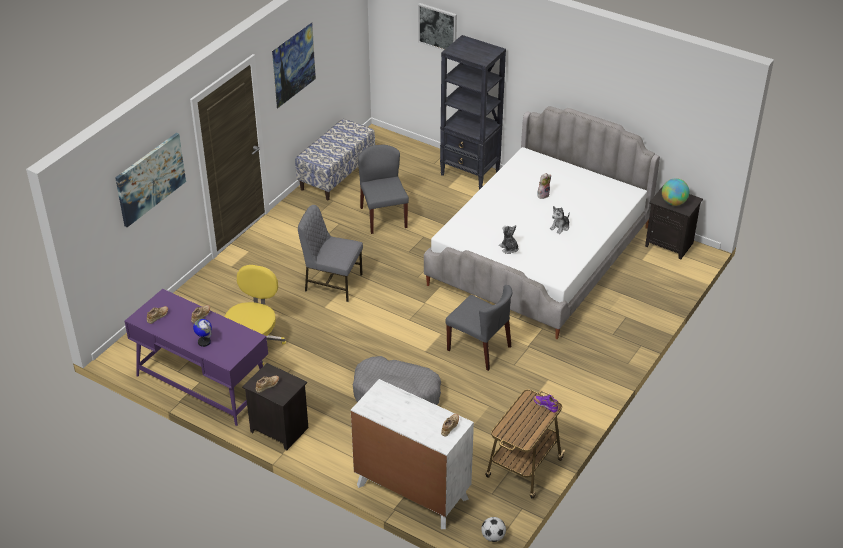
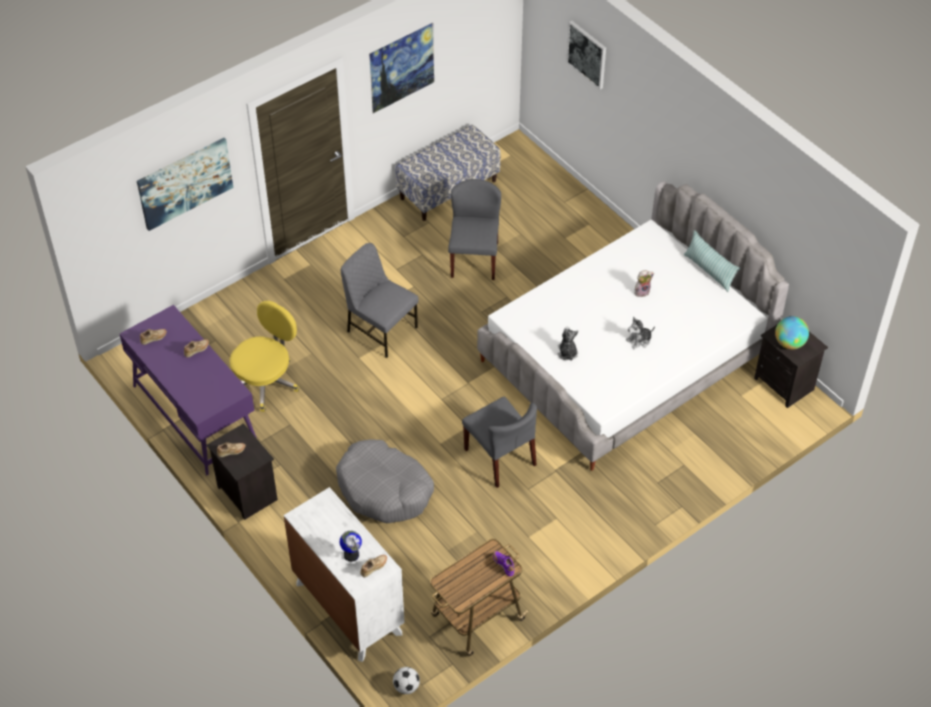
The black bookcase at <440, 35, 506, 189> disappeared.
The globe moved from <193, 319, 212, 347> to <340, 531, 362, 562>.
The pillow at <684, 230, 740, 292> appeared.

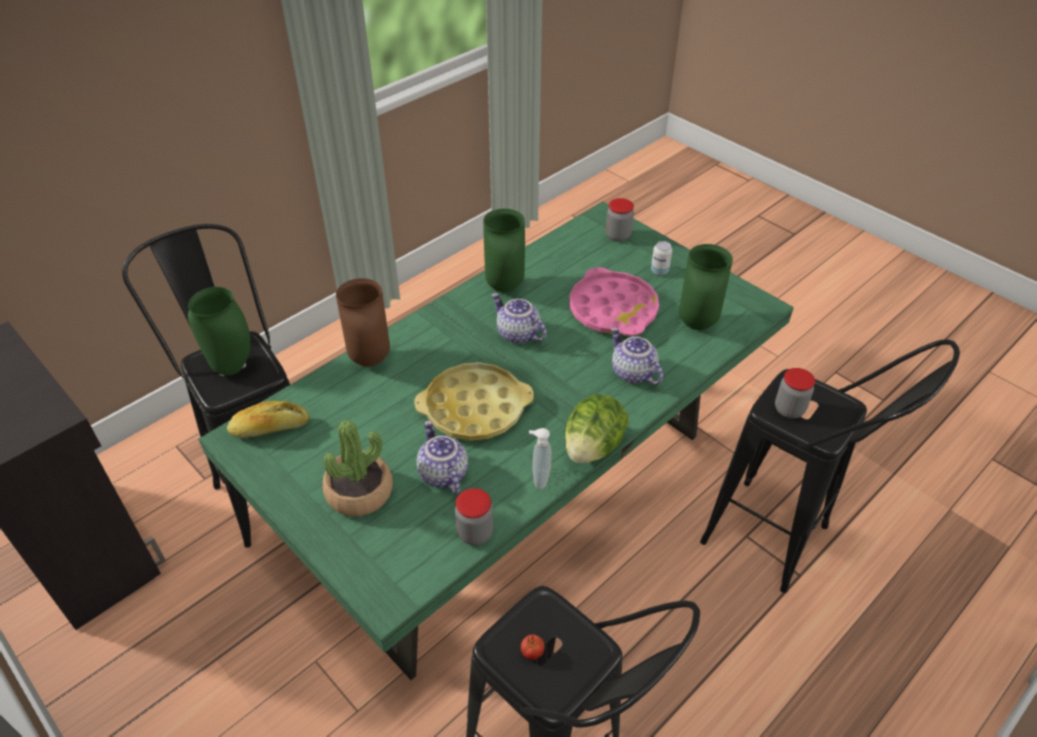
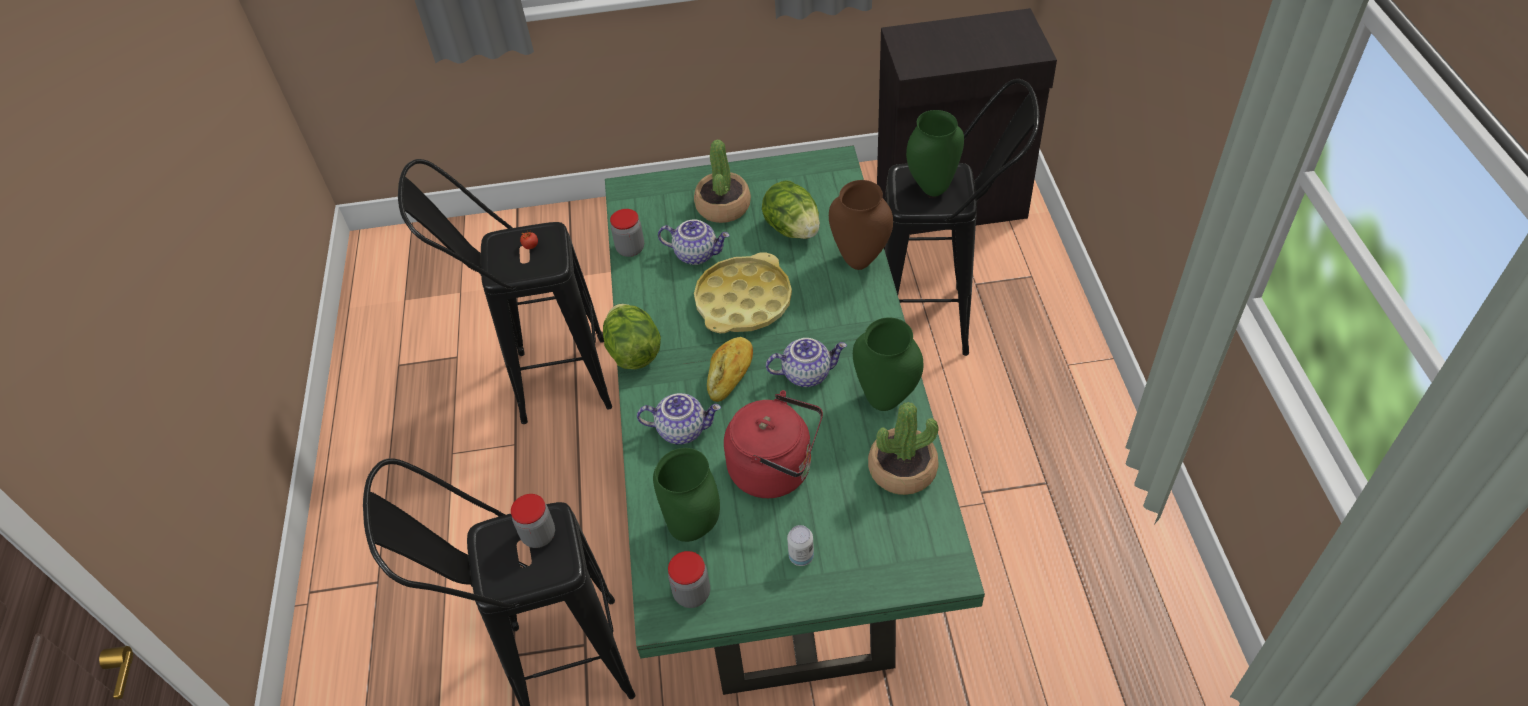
The jar moved from <606, 198, 634, 242> to <668, 551, 710, 608>.
The pink tray at <569, 267, 659, 336> was replaced by the red kettle at <724, 390, 823, 498>.
The bread moved from <227, 401, 309, 438> to <707, 337, 753, 402>.
The soap dispenser at <529, 428, 551, 489> disappeared.
The lettuce at <762, 180, 820, 239> appeared.
The potted plant at <868, 402, 939, 495> appeared.

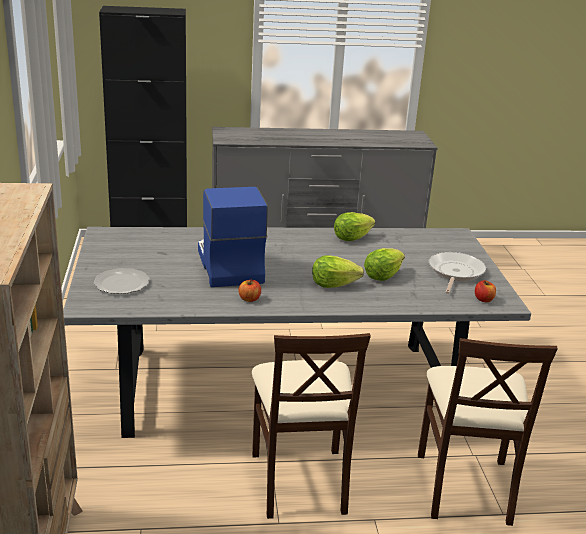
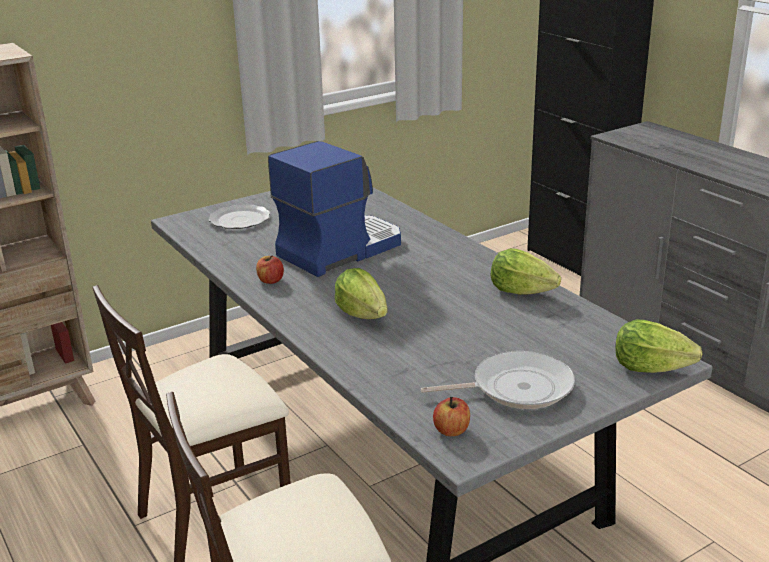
The lettuce moved from <364, 248, 405, 281> to <615, 319, 703, 373>.

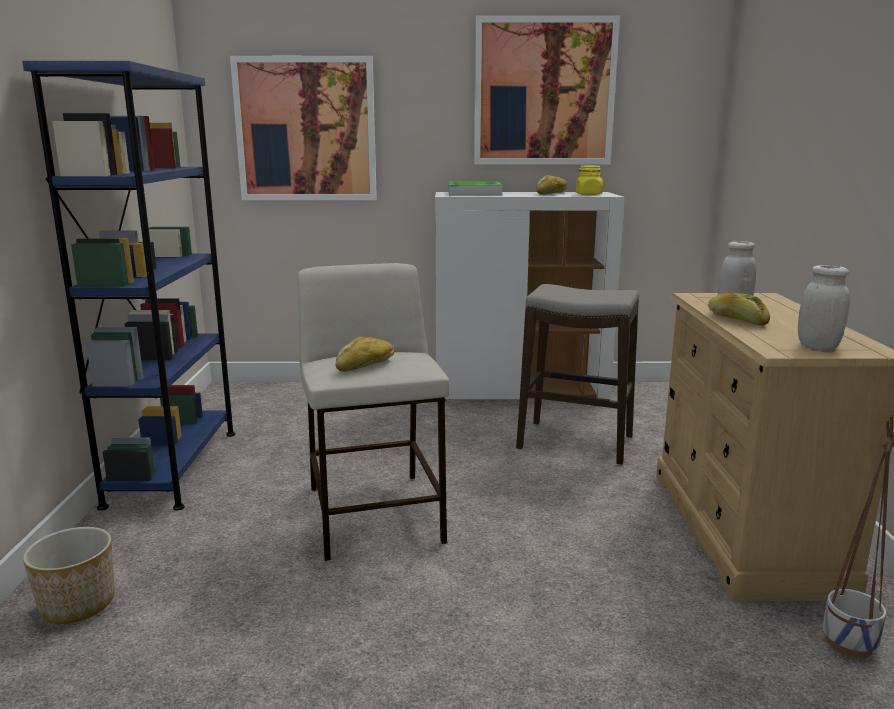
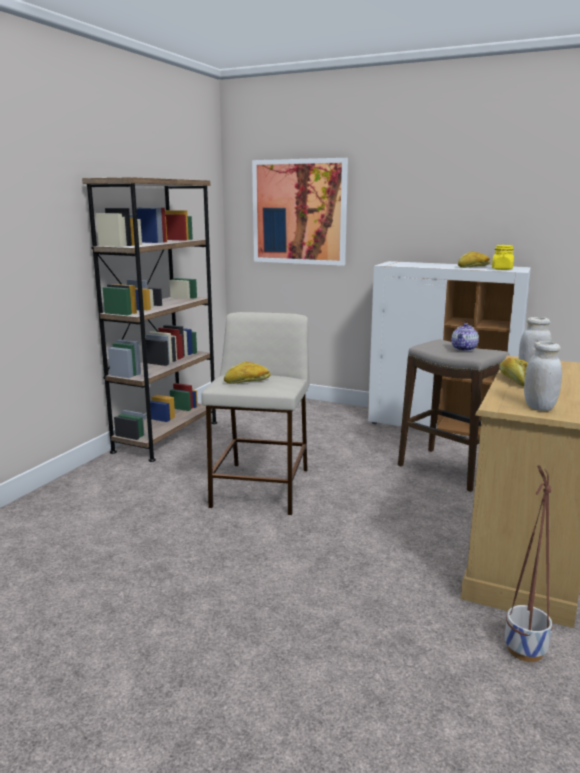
The picture at <474, 16, 620, 164> disappeared.
The blue bookcase at <22, 61, 235, 511> became the brown bookcase at <82, 177, 217, 462>.
The tray at <449, 182, 502, 196> disappeared.
The planter at <23, 527, 115, 624> disappeared.
The teapot at <451, 323, 479, 351> appeared.

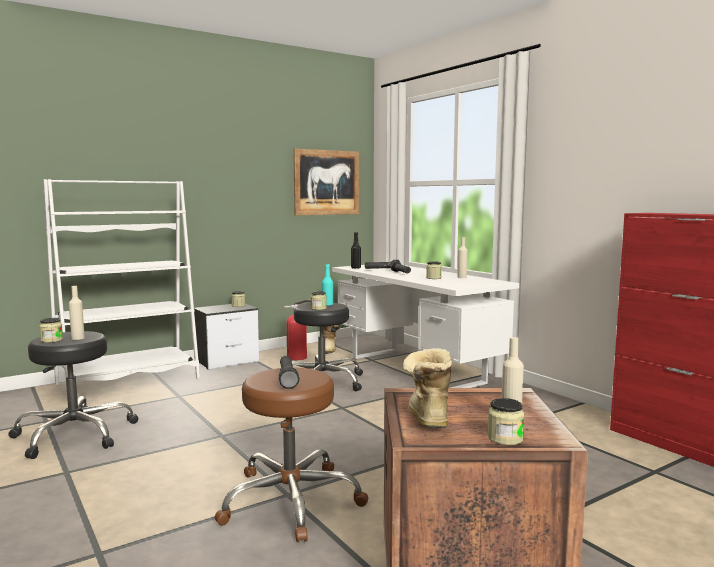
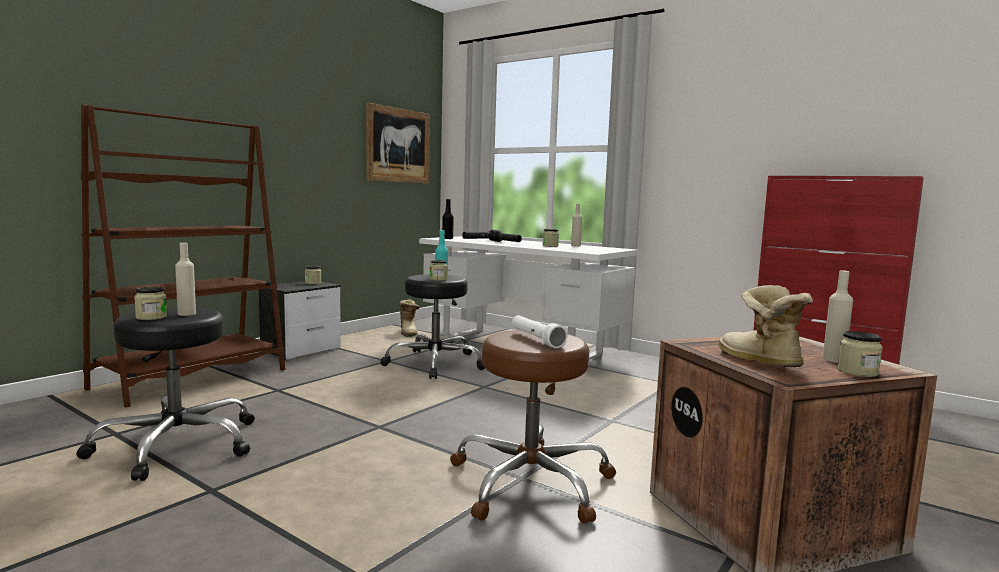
The white bookcase at <43, 179, 200, 387> became the brown bookcase at <81, 104, 285, 408>.
The fire extinguisher at <284, 300, 311, 360> disappeared.
The black flashlight at <279, 356, 300, 389> became the white flashlight at <512, 315, 567, 349>.

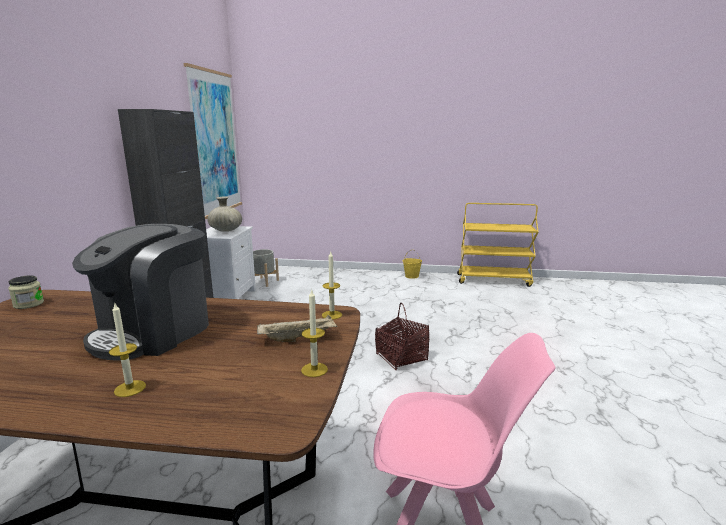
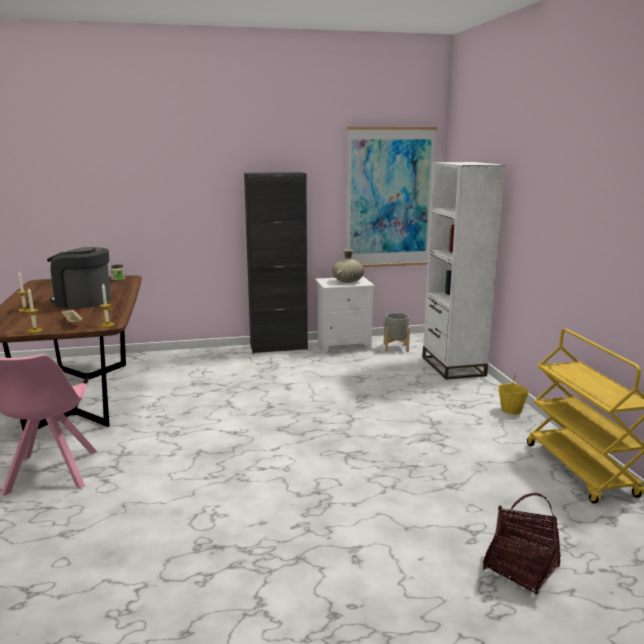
The basket moved from <375, 303, 429, 371> to <483, 493, 561, 595>.
The white bookcase at <422, 162, 505, 380> appeared.

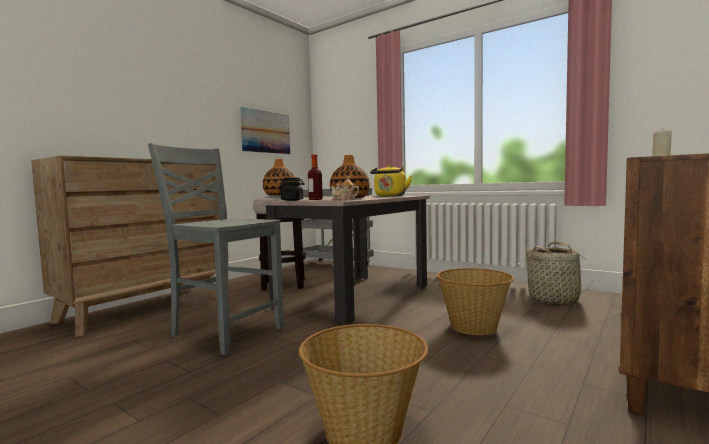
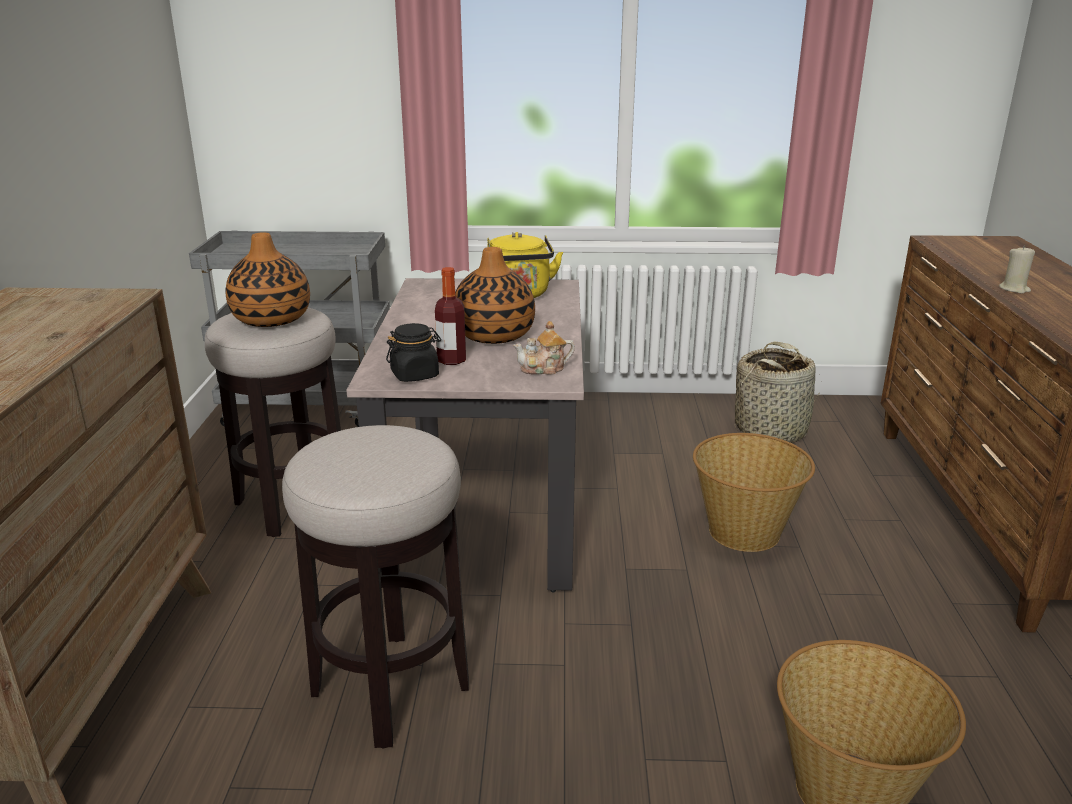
The picture at <240, 107, 290, 154> disappeared.
The grey chair at <148, 143, 284, 355> was replaced by the stool at <282, 425, 469, 748>.

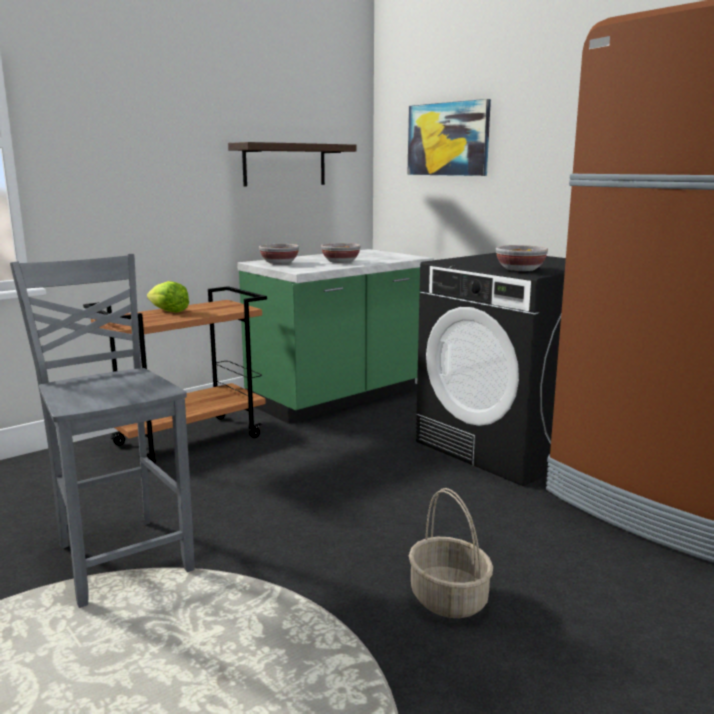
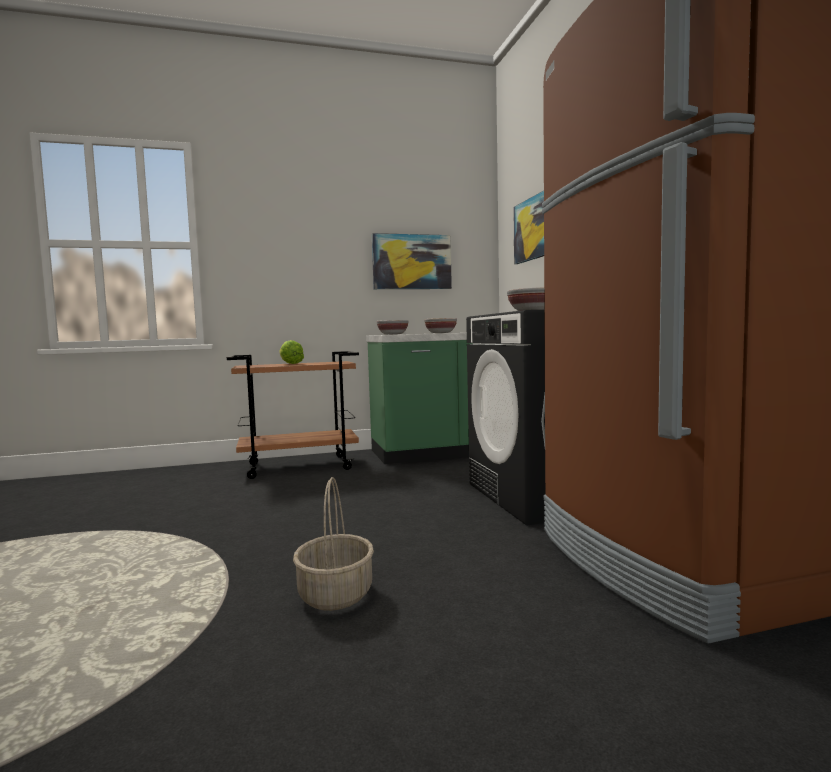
The shelf at <228, 142, 357, 187> was replaced by the picture at <372, 233, 452, 289>.
The grey chair at <10, 254, 195, 608> disappeared.

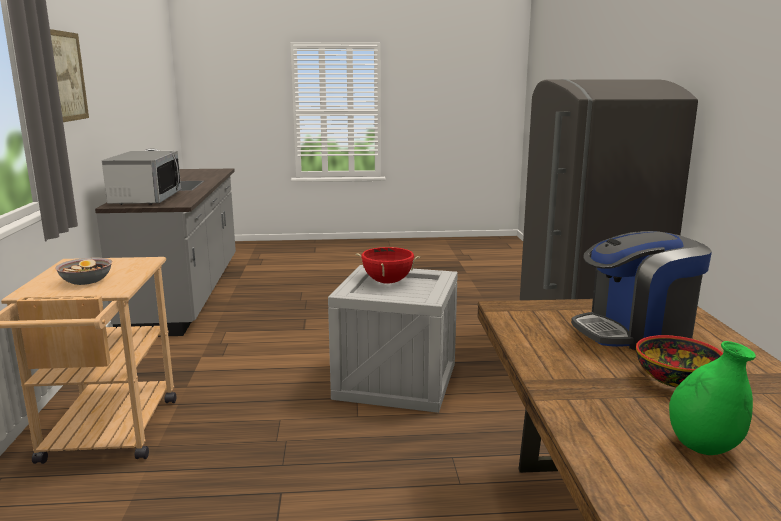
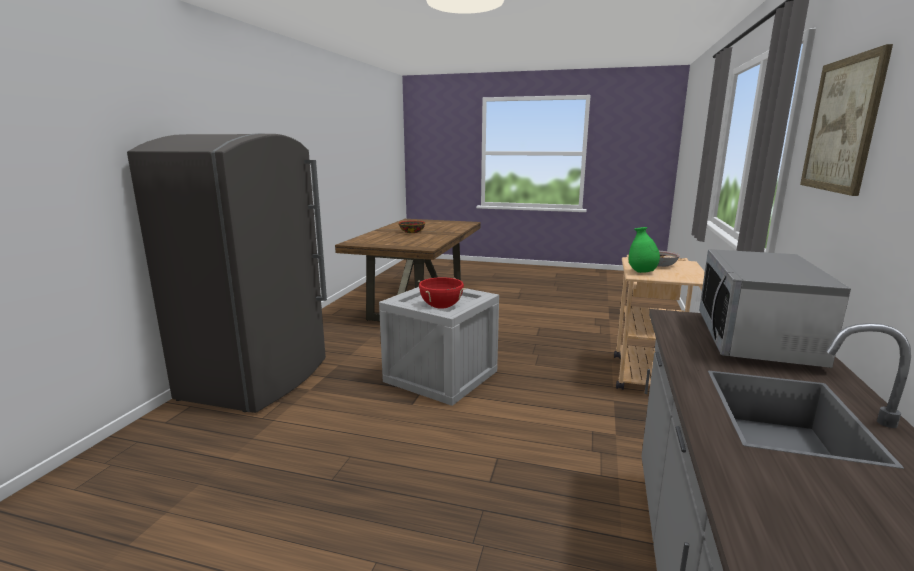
The coffee machine at <571, 231, 712, 350> disappeared.
The green vase moved from <669, 341, 756, 455> to <629, 227, 660, 273>.

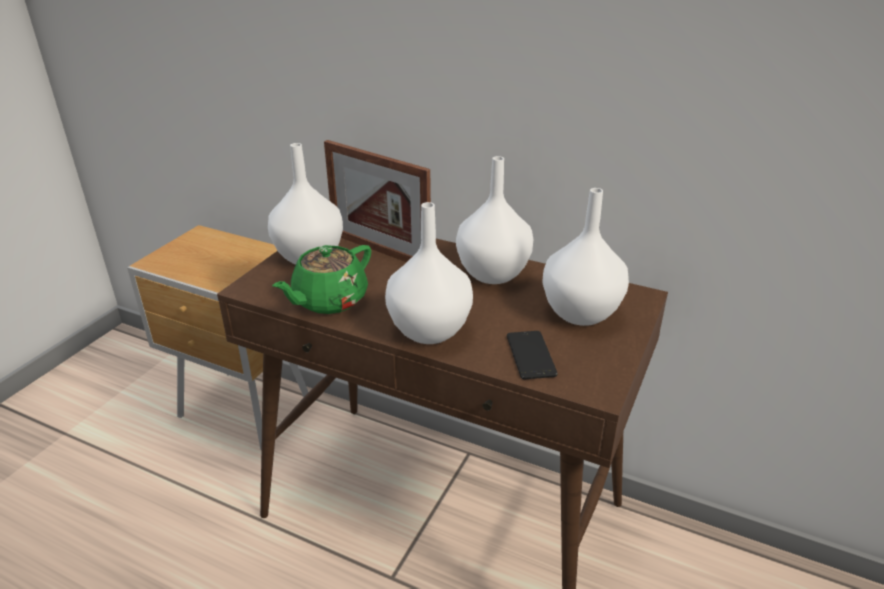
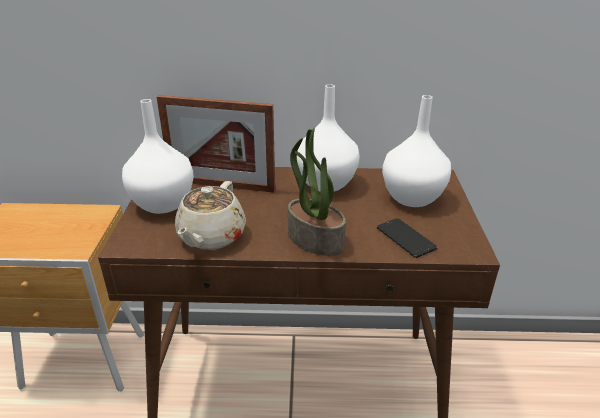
The white vase at <385, 202, 473, 344> was replaced by the potted plant at <288, 128, 346, 256>.
The green teapot at <272, 245, 371, 314> became the beige teapot at <175, 181, 246, 250>.

